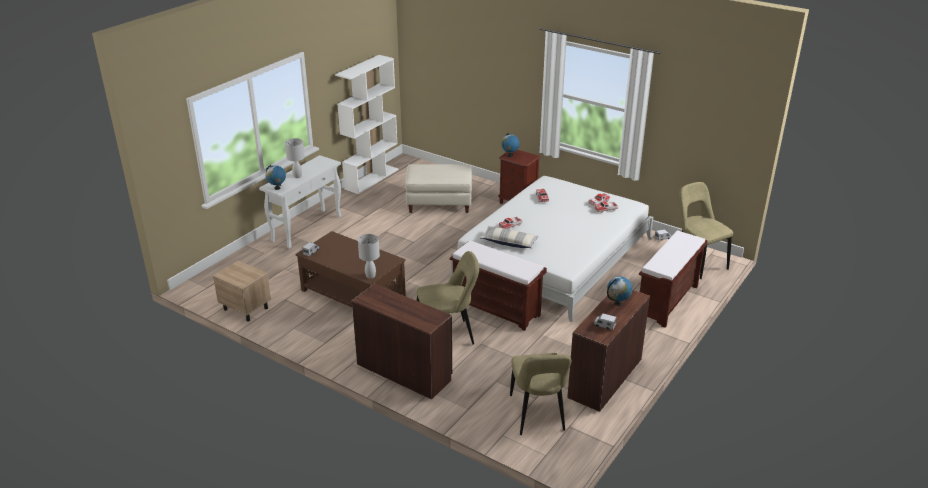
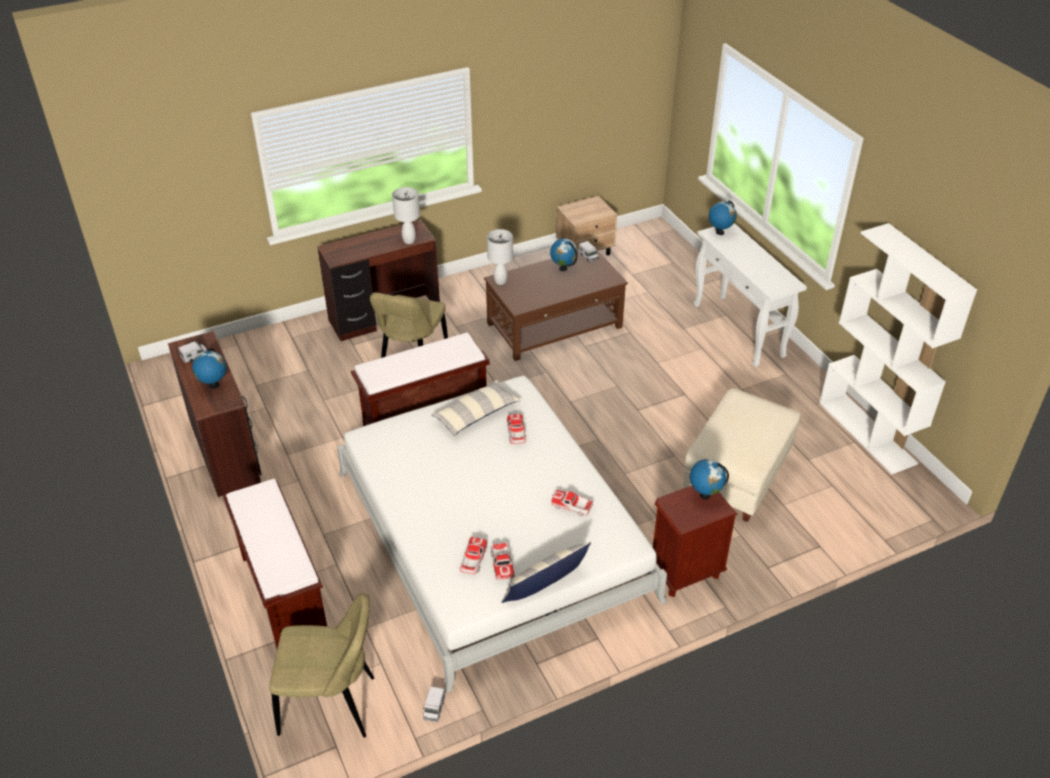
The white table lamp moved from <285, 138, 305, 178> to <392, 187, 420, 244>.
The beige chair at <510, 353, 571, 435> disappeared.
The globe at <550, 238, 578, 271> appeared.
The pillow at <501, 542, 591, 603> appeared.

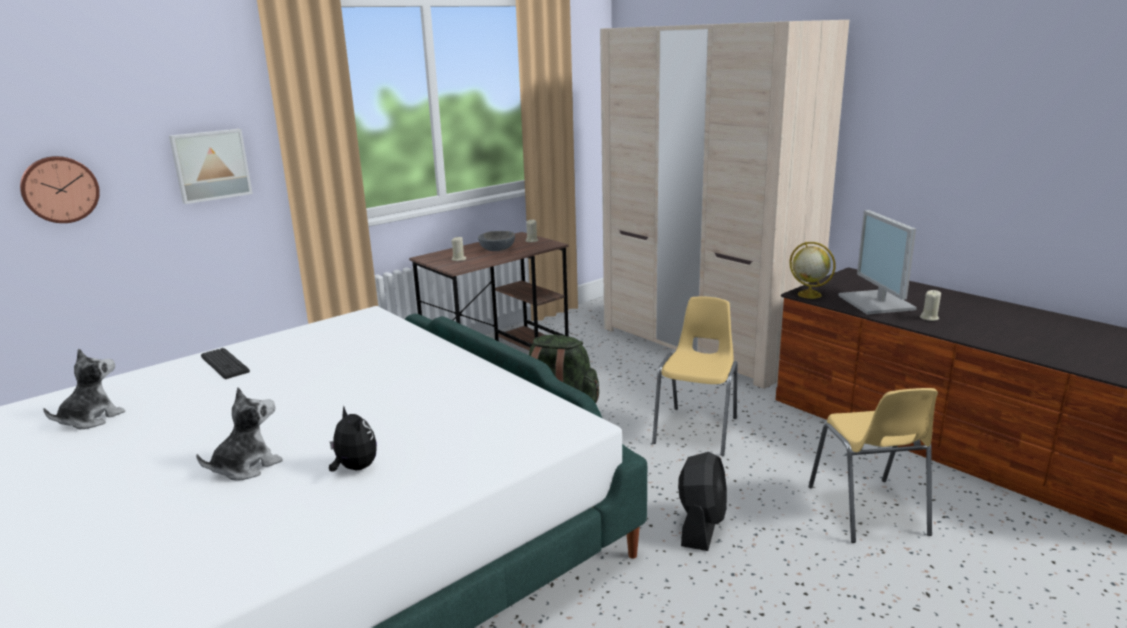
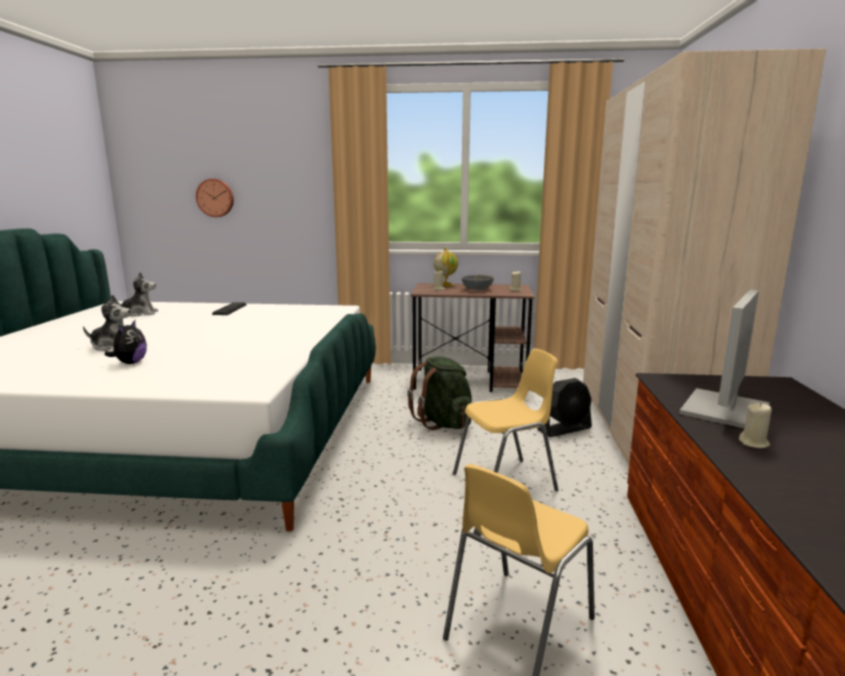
The picture at <169, 129, 253, 204> disappeared.
The globe moved from <789, 242, 836, 299> to <434, 248, 458, 287>.
The black fan moved from <678, 452, 727, 551> to <537, 378, 592, 437>.

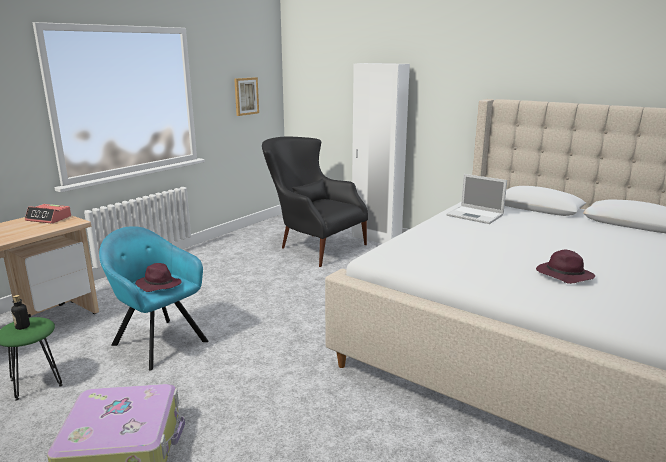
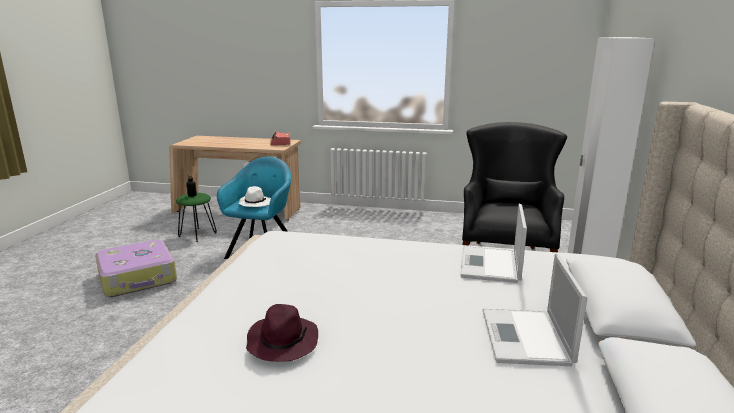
The picture at <234, 77, 259, 116> disappeared.
The purple hat at <135, 263, 182, 292> became the white hat at <238, 186, 271, 207>.
The laptop at <483, 253, 587, 366> appeared.

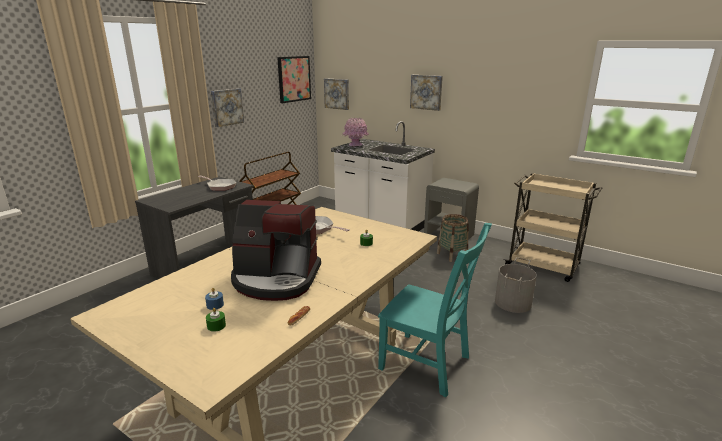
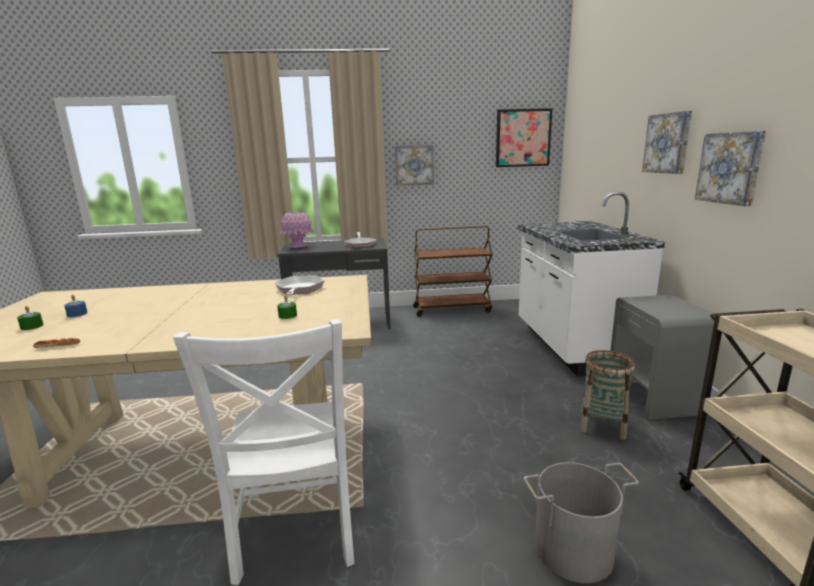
The picture moved from <324, 78, 349, 110> to <695, 131, 766, 206>.
The pink vase moved from <343, 118, 369, 147> to <279, 211, 315, 248>.
The coffee machine at <231, 200, 321, 301> disappeared.
The turquoise chair at <378, 223, 492, 397> became the white chair at <173, 319, 354, 585>.

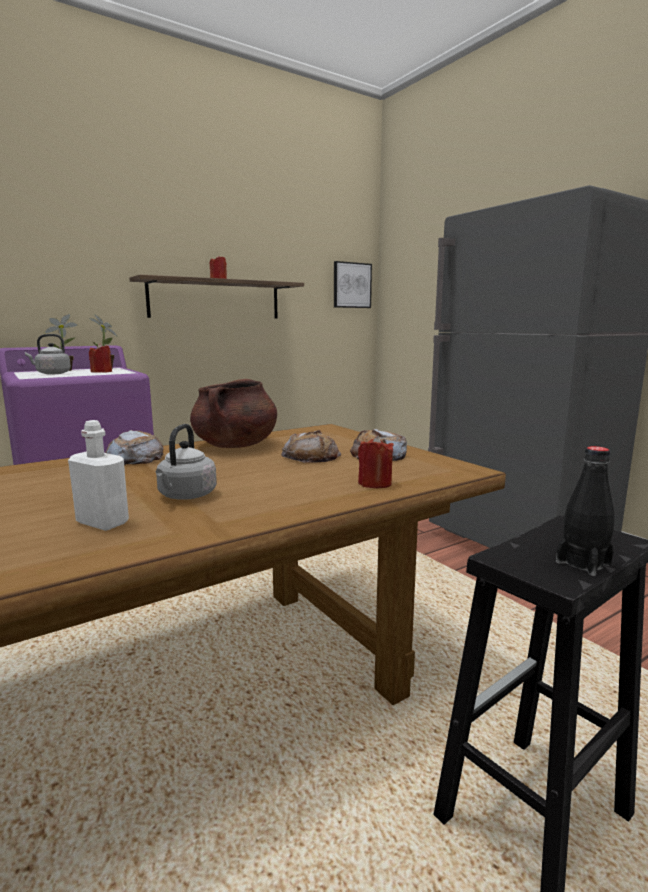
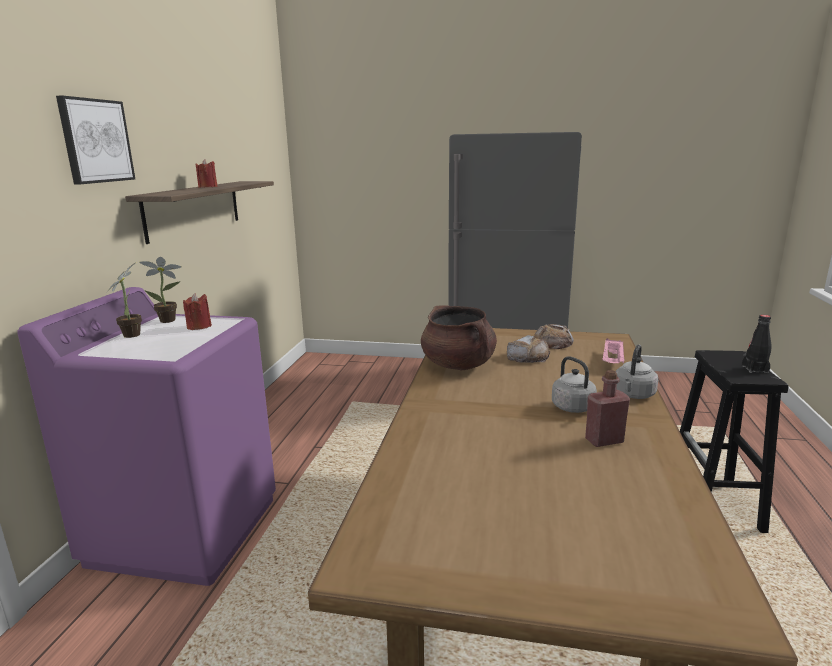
The picture moved from <334, 261, 372, 308> to <56, 95, 135, 184>.
The grey kettle moved from <25, 334, 71, 375> to <616, 345, 658, 399>.
The white bottle at <68, 420, 129, 531> became the red bottle at <585, 370, 630, 447>.
The bread at <105, 430, 164, 465> disappeared.
The red candle at <358, 435, 394, 488> was replaced by the pink tray at <603, 338, 625, 363>.

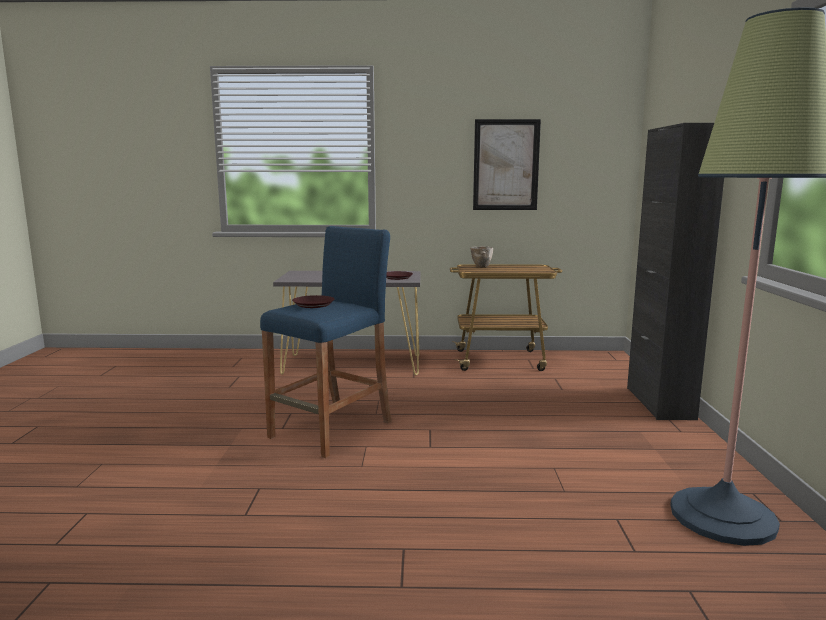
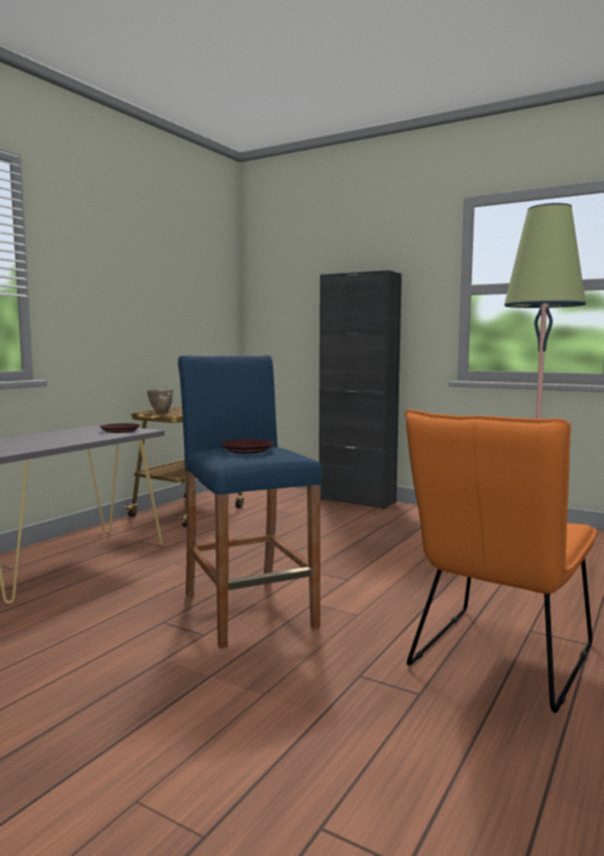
The picture at <473, 119, 541, 210> disappeared.
The orange chair at <405, 409, 597, 713> appeared.

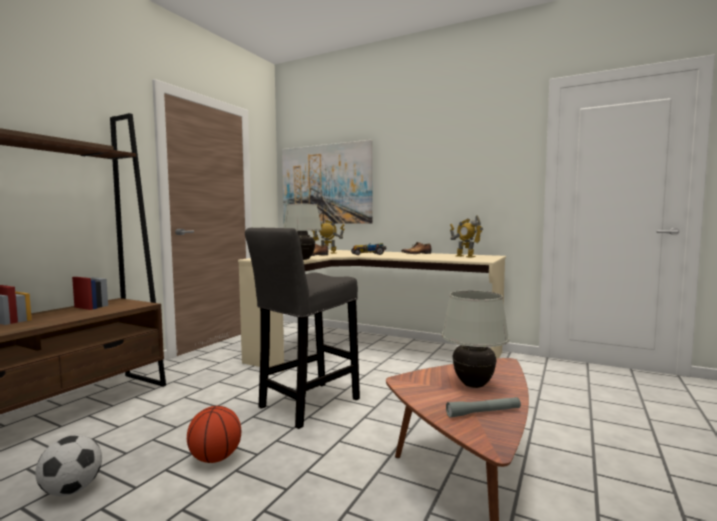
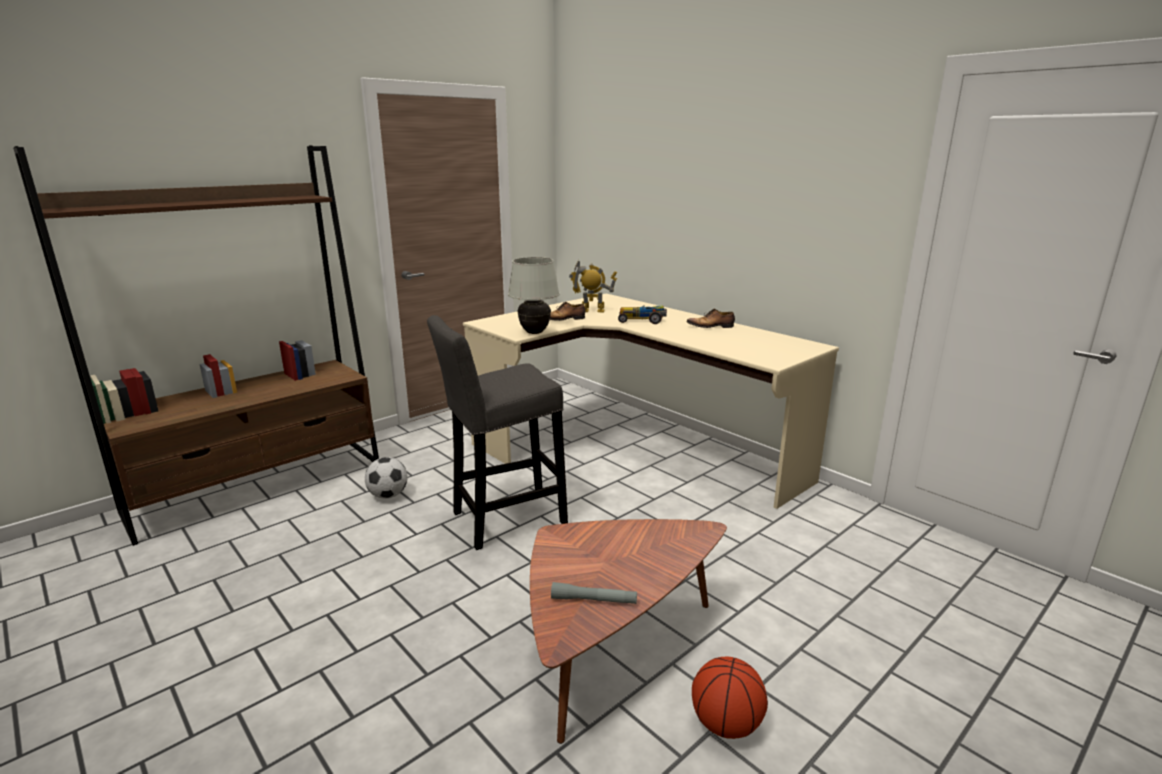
The picture at <282, 140, 373, 224> disappeared.
The toy robot at <450, 215, 483, 258> disappeared.
The white table lamp at <442, 290, 509, 388> disappeared.
The basketball moved from <187, 406, 241, 463> to <692, 657, 768, 739>.
The football moved from <35, 435, 102, 496> to <365, 457, 408, 499>.

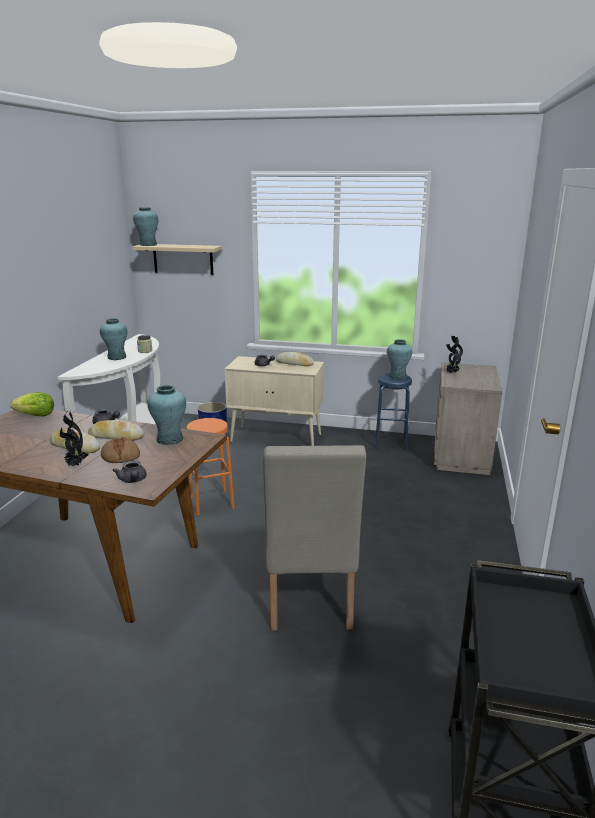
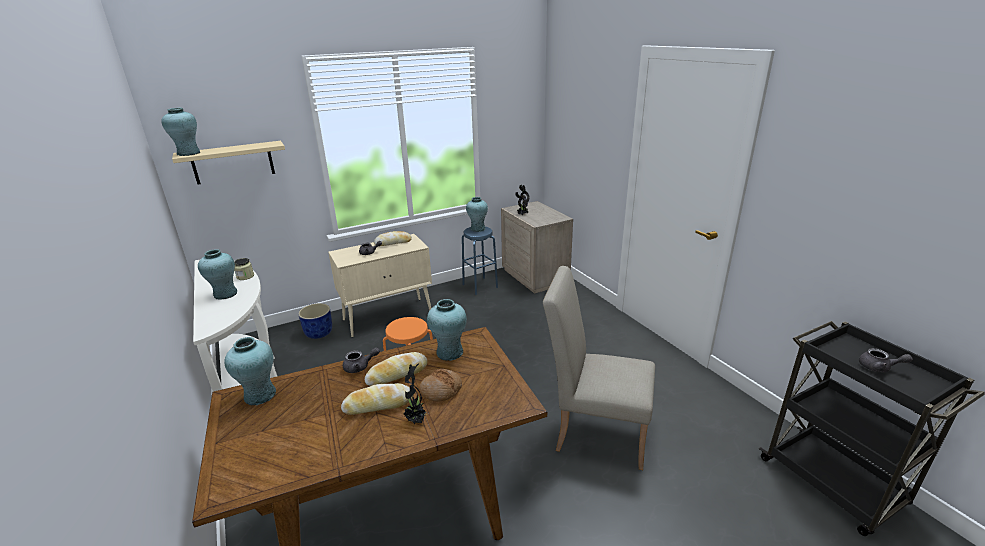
The lettuce at <10, 392, 54, 417> was replaced by the turquoise vase at <224, 337, 276, 405>.
The beige chair at <263, 445, 366, 631> turned 150 degrees clockwise.
The grey teapot moved from <112, 461, 147, 483> to <859, 348, 913, 372>.

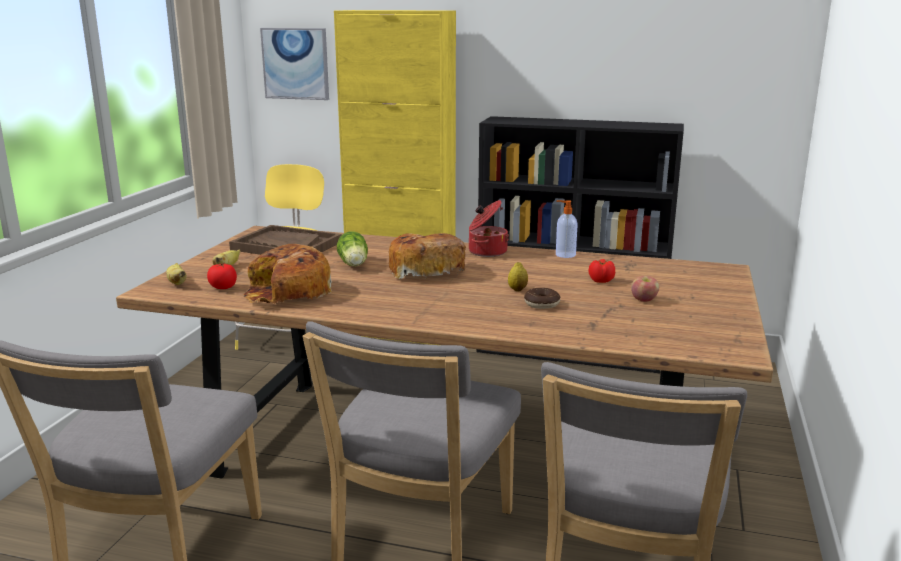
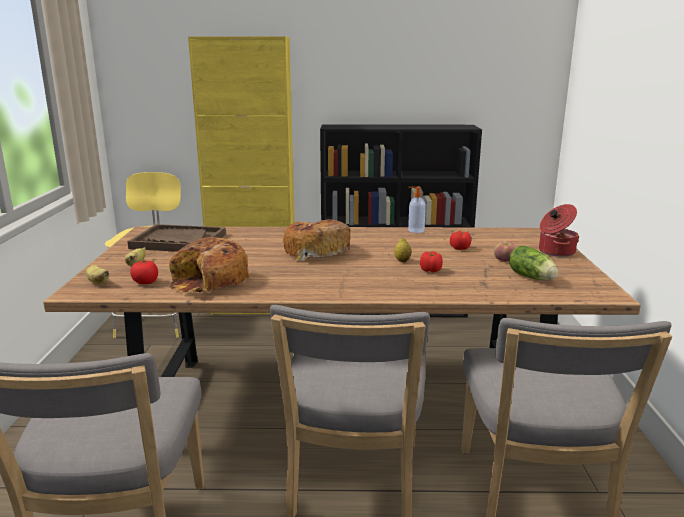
The picture at <260, 28, 329, 100> disappeared.
The cooking pot moved from <469, 200, 509, 257> to <539, 204, 579, 257>.
The lettuce moved from <337, 231, 368, 266> to <509, 245, 558, 280>.
The donut at <524, 288, 560, 309> was replaced by the tomato at <420, 251, 443, 272>.

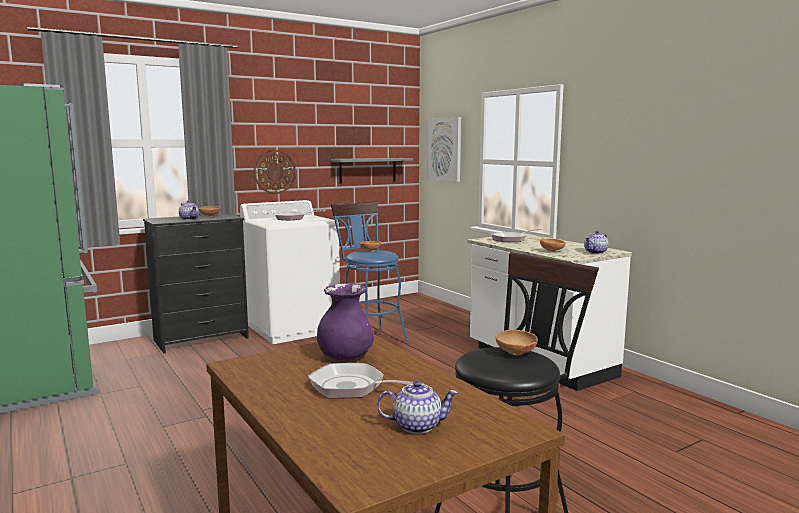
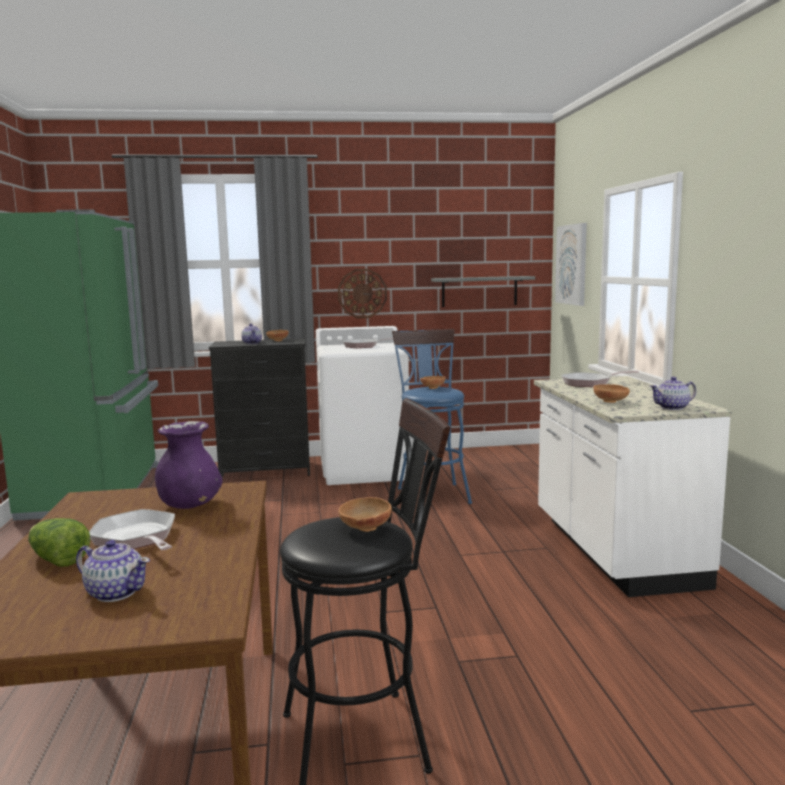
The lettuce at <28, 518, 91, 567> appeared.

